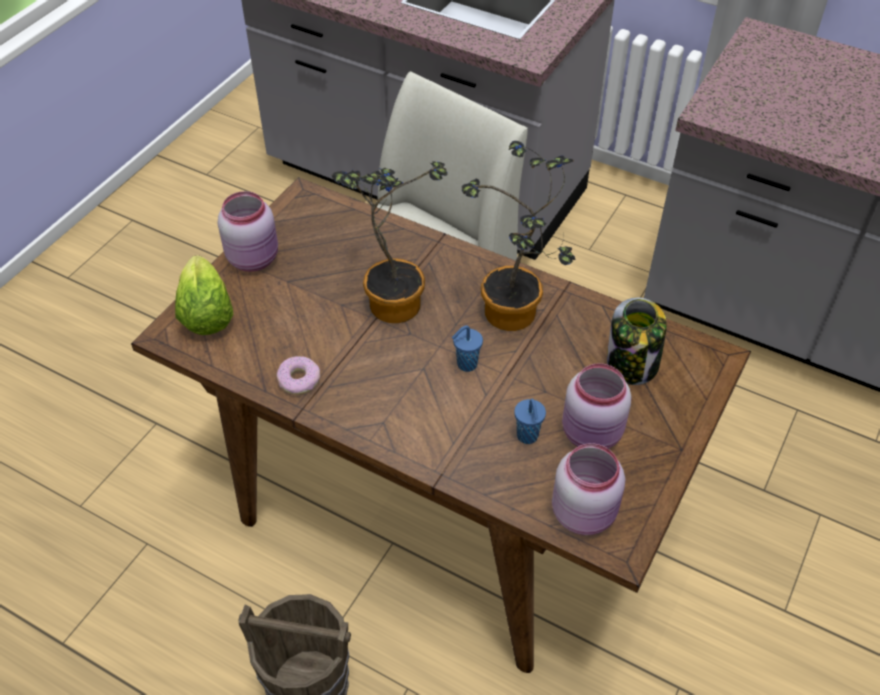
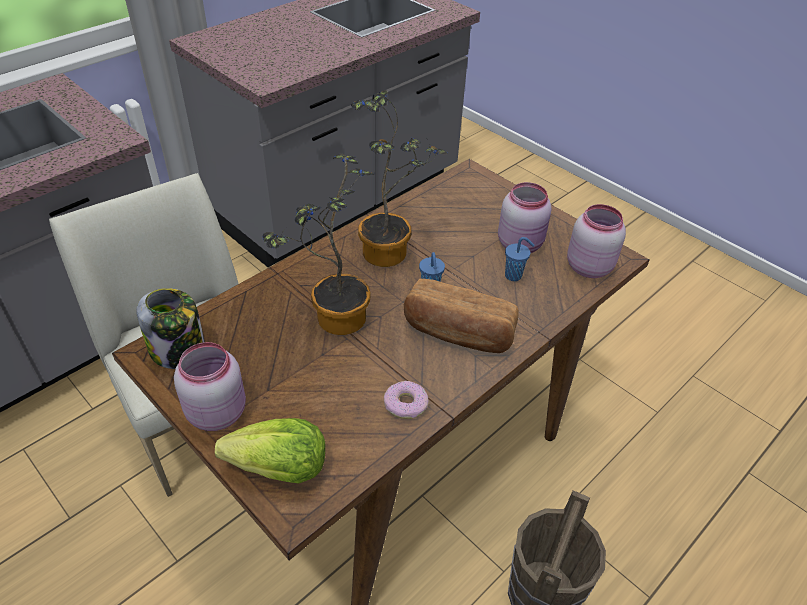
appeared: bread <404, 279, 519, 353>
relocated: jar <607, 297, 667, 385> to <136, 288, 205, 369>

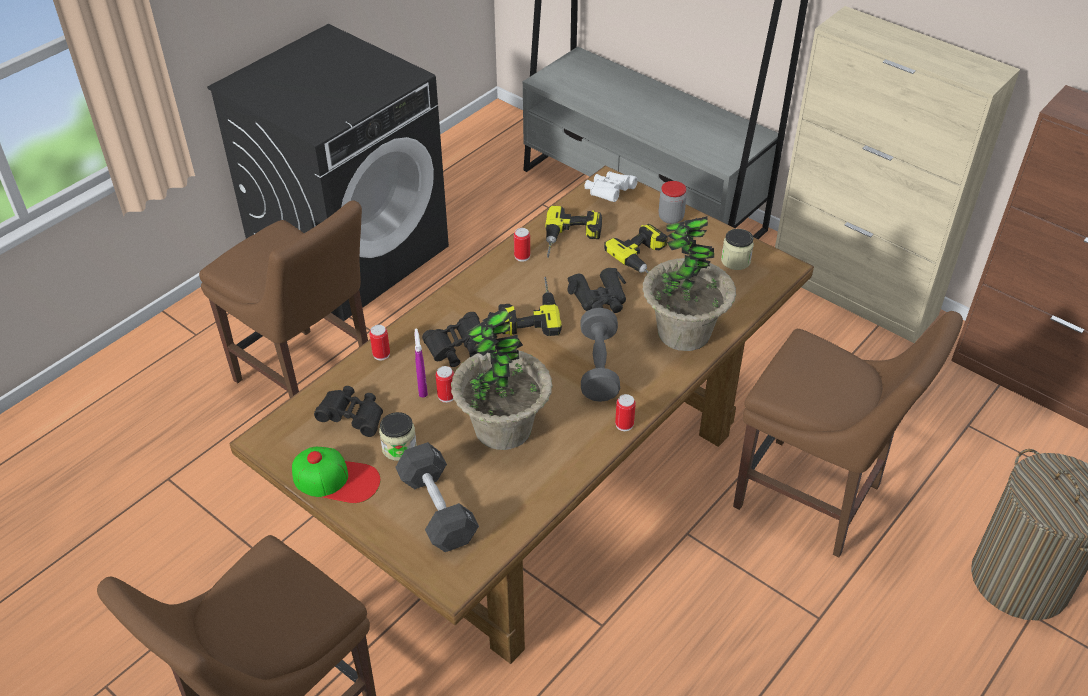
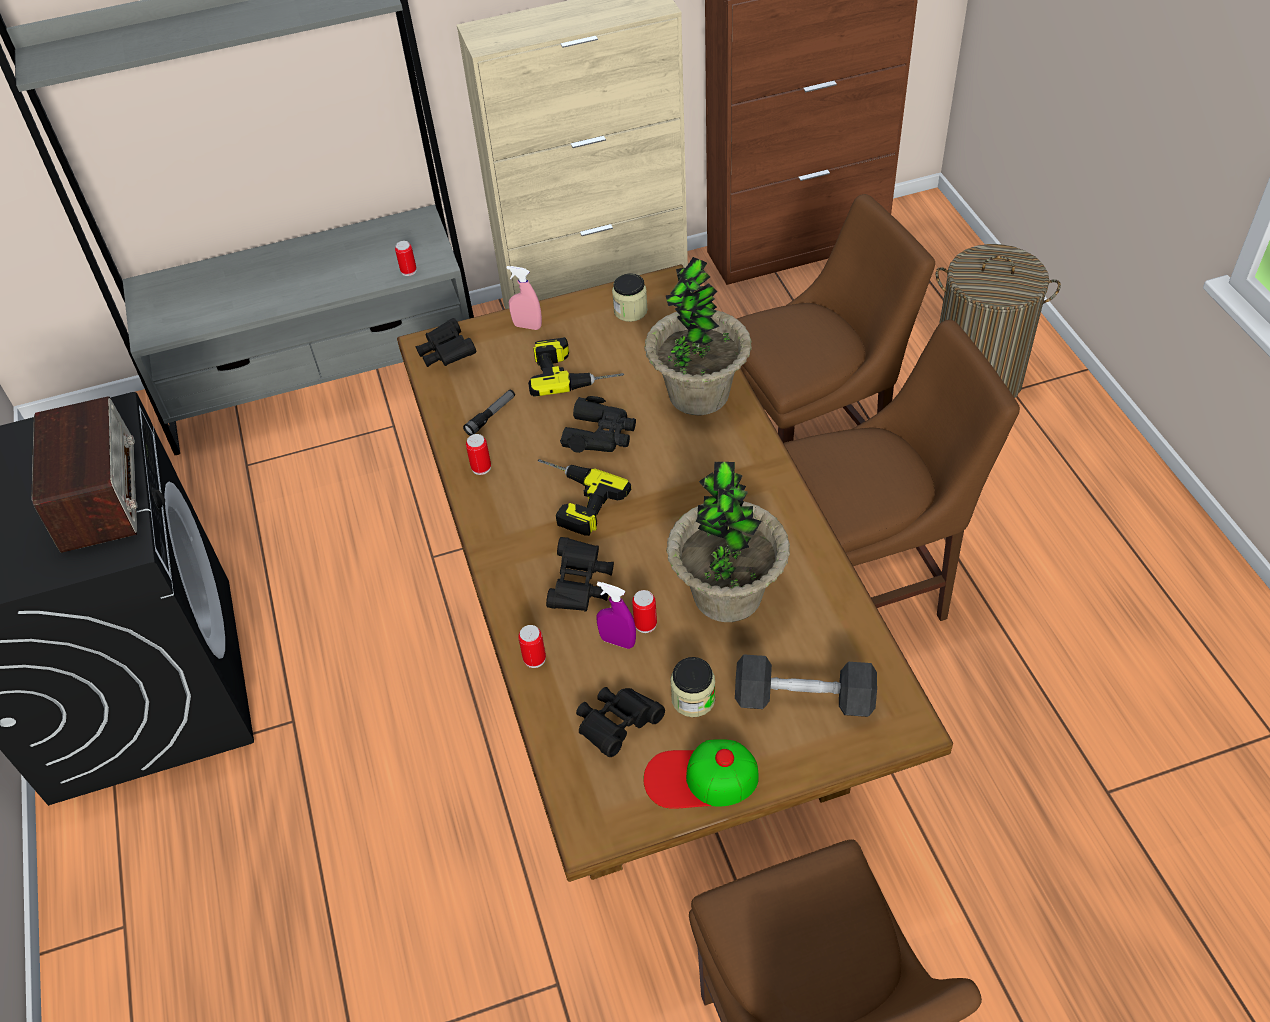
missing: dumbbell in grey <580, 308, 620, 402>
appeared: radio <32, 396, 138, 553>
relocated: chair in brown <199, 200, 368, 398> to <784, 320, 1020, 621>; can <615, 394, 636, 431> to <395, 241, 417, 276>
exchanged: jar <659, 181, 687, 224> to spray bottle in pink <507, 266, 542, 330>; power drill <546, 206, 602, 258> to flashlight <463, 390, 515, 436>
colour: binoculars in white <584, 171, 638, 202> to binoculars in black <416, 318, 476, 367>
spun: cap <292, 447, 380, 503> = <643, 739, 759, 809> 135 degrees counterclockwise

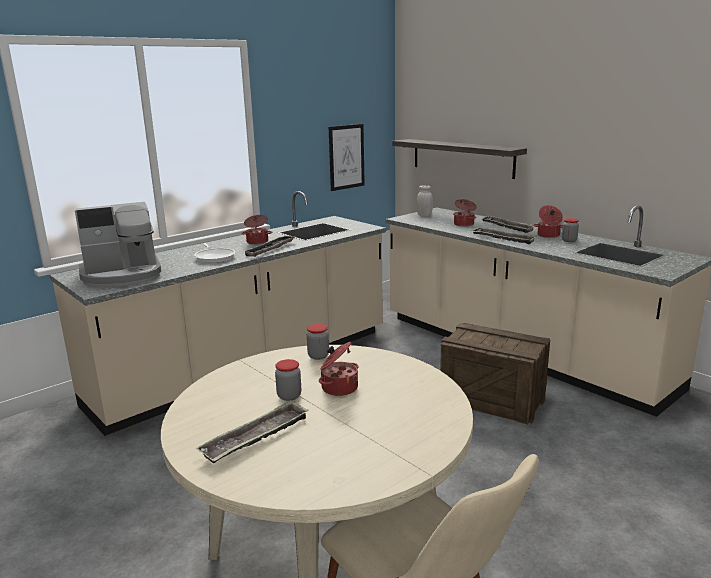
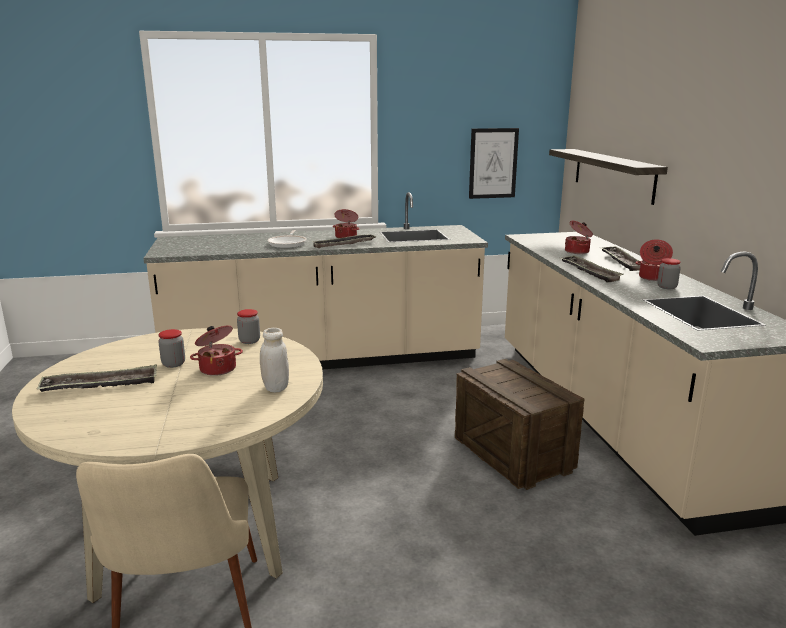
missing: coffee machine <75, 202, 161, 287>
relocated: jar in white <417, 185, 433, 217> to <260, 328, 289, 392>

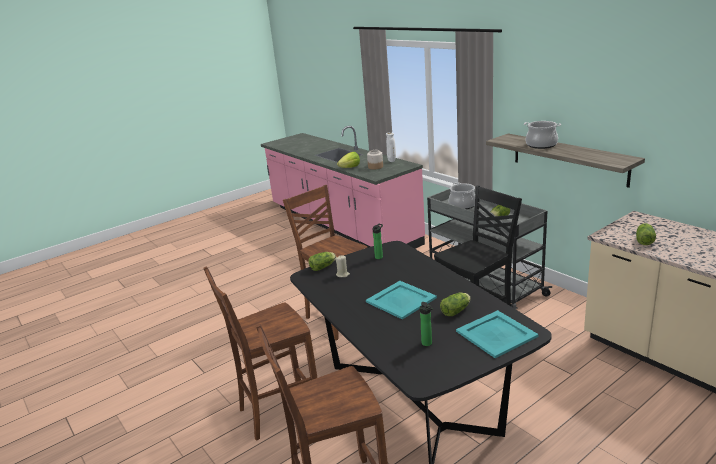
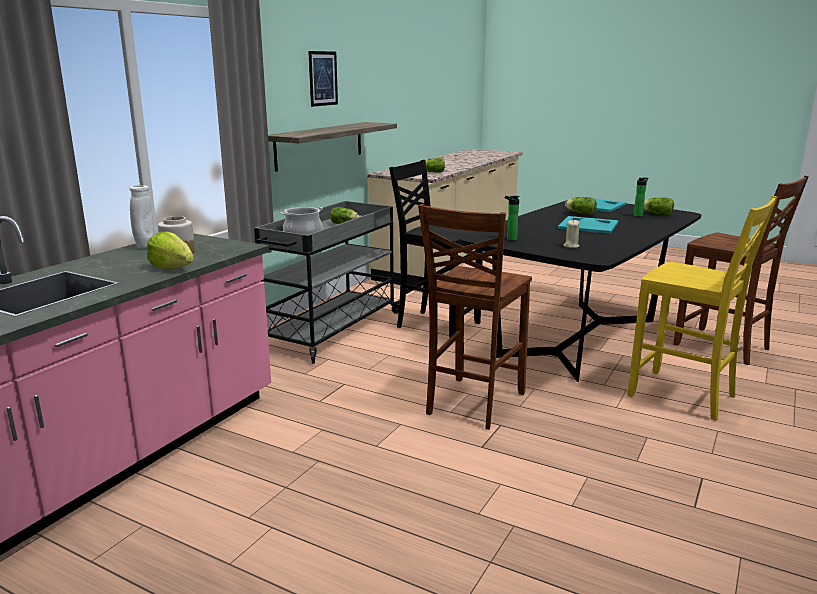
missing: cooking pot <524, 121, 561, 149>
appeared: picture <308, 51, 338, 107>
relocated: lettuce <308, 252, 336, 271> to <644, 198, 674, 216>
colour: chair in brown <204, 266, 317, 441> to chair in yellow <627, 196, 777, 421>

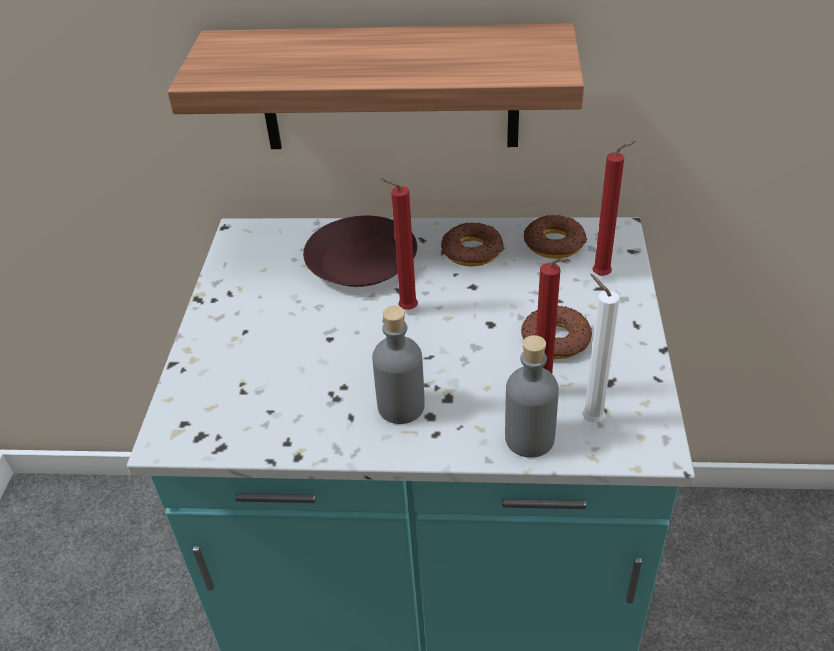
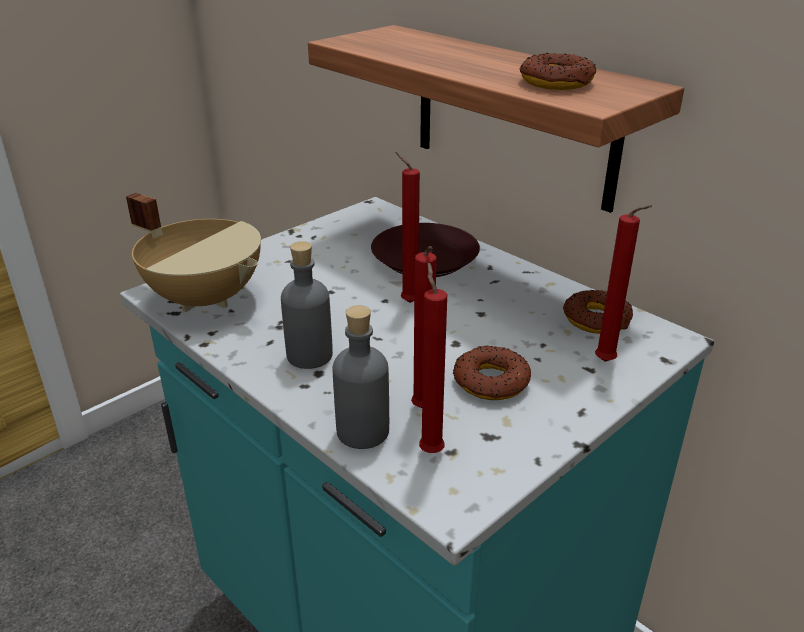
appeared: cooking pot in beige <126, 193, 261, 312>
relocated: donut <441, 222, 504, 267> to <519, 53, 596, 90>
colour: candle in white <582, 274, 620, 423> to candle in red <419, 262, 447, 453>

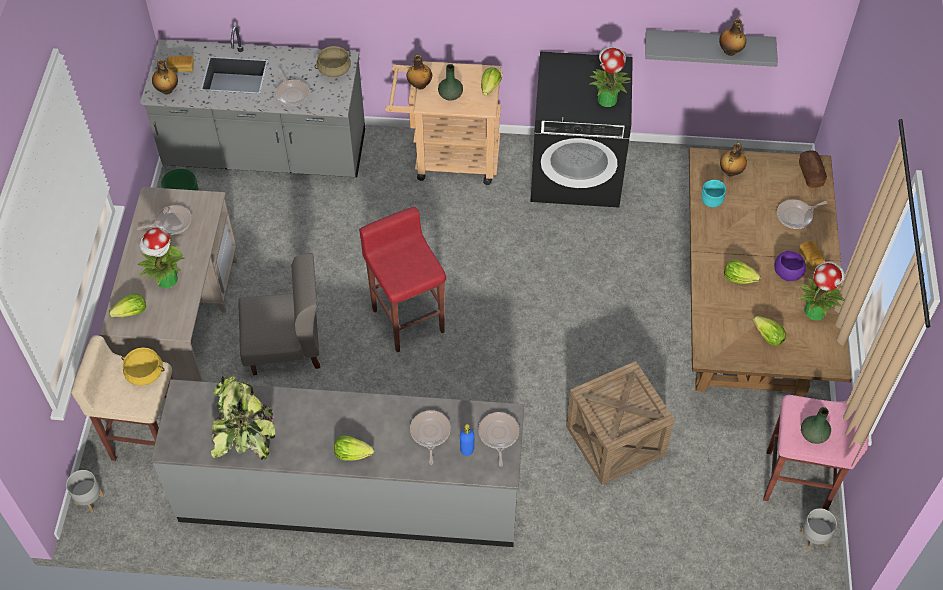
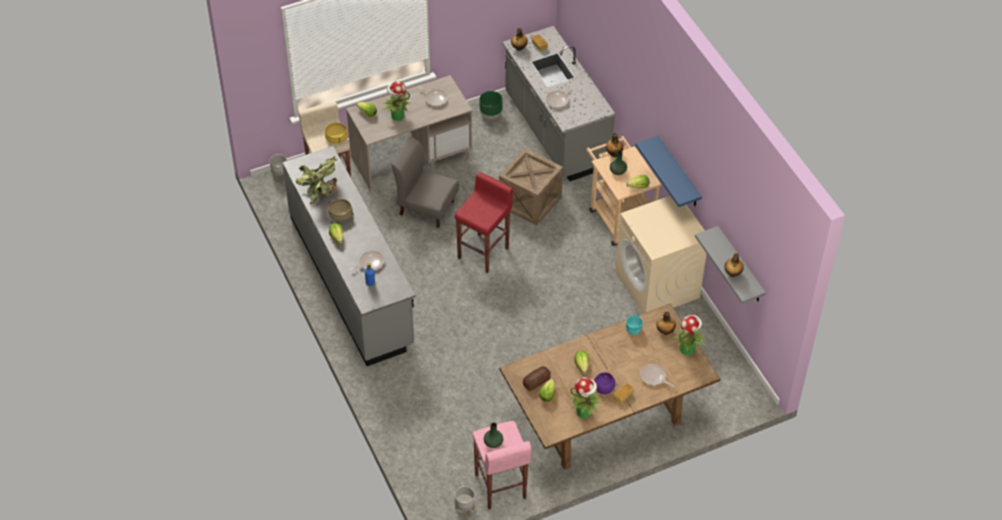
missing: frying pan <478, 412, 519, 466>
appeared: shelf in blue <635, 136, 702, 207>
relocated: cooking pot in beige <315, 46, 351, 77> to <328, 199, 353, 221>; potted plant <590, 47, 631, 107> to <674, 315, 706, 355>; bread <799, 150, 827, 188> to <523, 366, 551, 391>; crate <566, 361, 675, 485> to <499, 148, 563, 226>
colour: washing machine in black <531, 51, 633, 208> to washing machine in beige <615, 196, 707, 314>
spun: chair in grey <238, 253, 320, 375> = <391, 137, 459, 228> 150 degrees clockwise

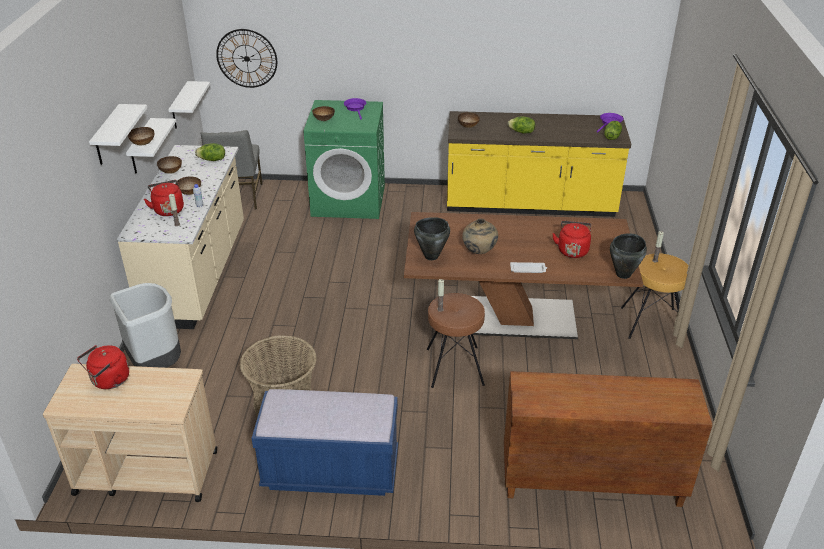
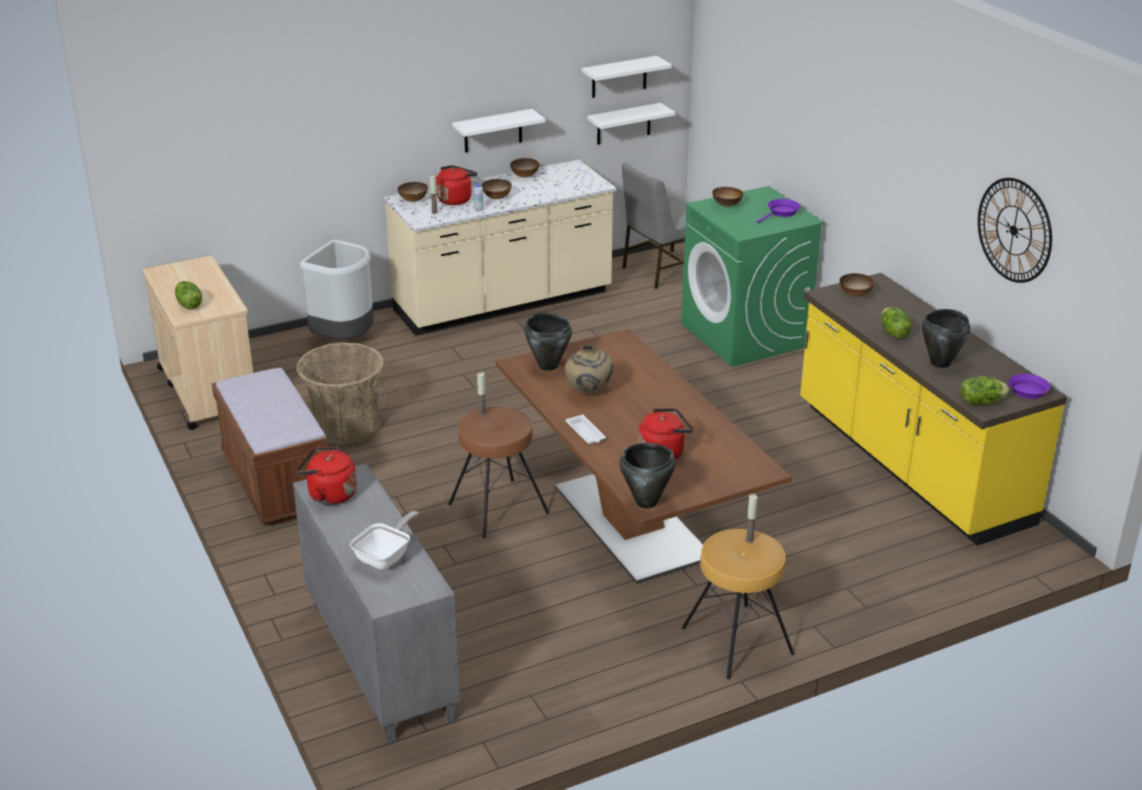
appeared: cooking pot in black <922, 309, 970, 368>; frying pan <350, 511, 419, 570>
relocated: wall clock <216, 29, 277, 88> to <978, 178, 1052, 283>; shelf in white <89, 104, 147, 165> to <582, 56, 672, 98>; bowl <127, 127, 154, 145> to <397, 182, 428, 202>; lettuce <195, 143, 225, 161> to <175, 281, 202, 309>; kettle in red <77, 345, 129, 389> to <296, 446, 357, 505>
colour: cabinet in brown <504, 371, 712, 507> to cabinet in grey <293, 464, 460, 744>; bench in blue <251, 389, 398, 496> to bench in brown <212, 368, 327, 526>

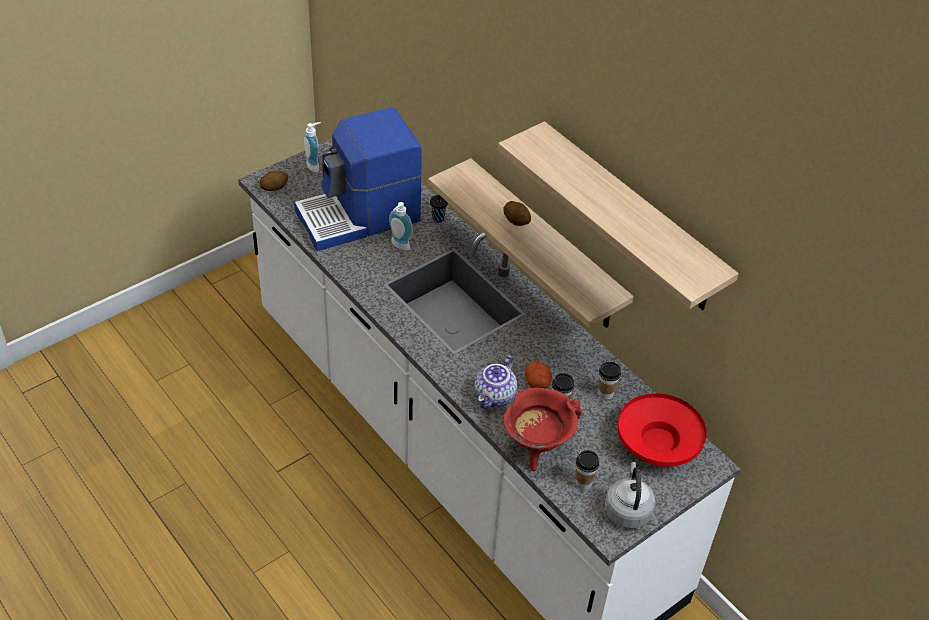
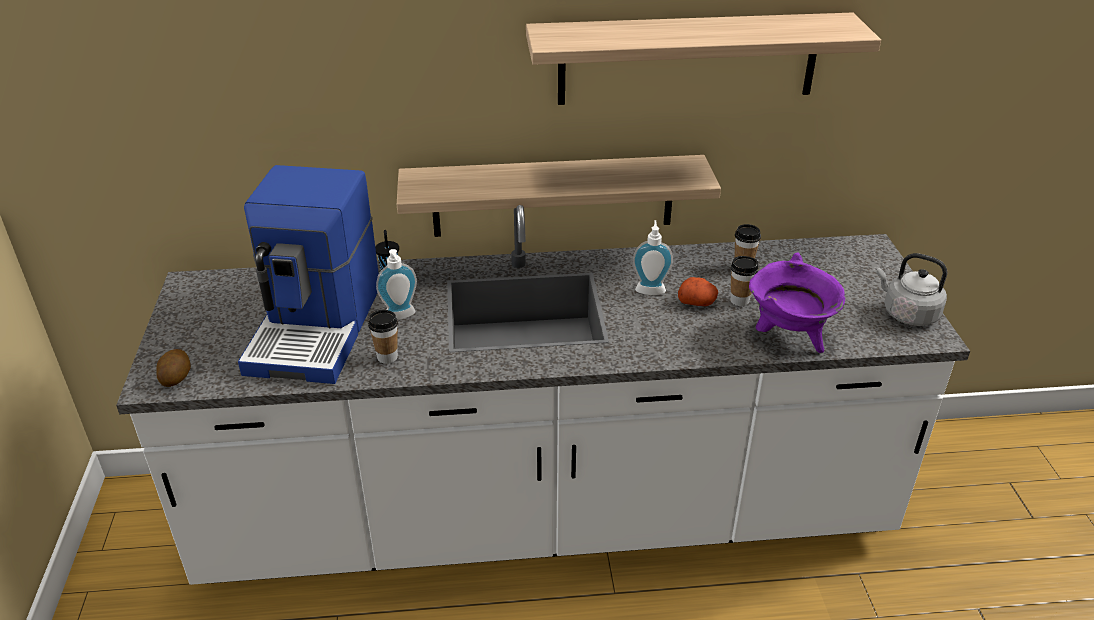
missing: potato <503, 201, 531, 226>; teapot <474, 355, 517, 408>; bowl in red <618, 393, 706, 467>
relocated: soap dispenser <304, 122, 321, 172> to <633, 220, 673, 295>; cup <576, 450, 599, 490> to <368, 310, 398, 364>
colour: cooking pot in red <504, 388, 582, 471> to cooking pot in purple <749, 253, 845, 353>

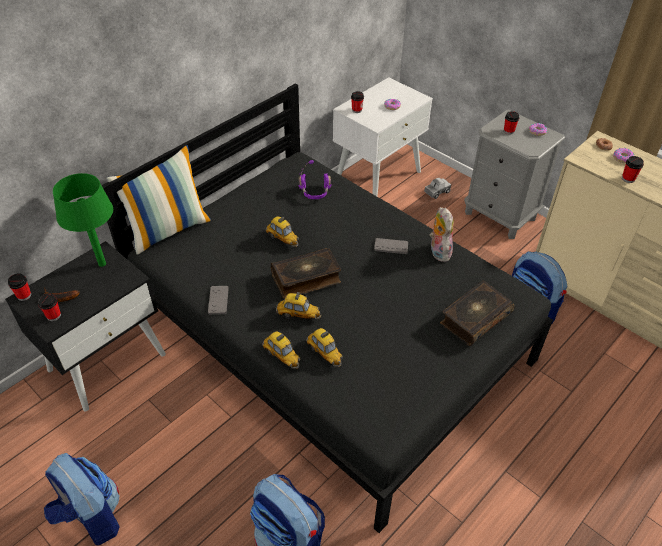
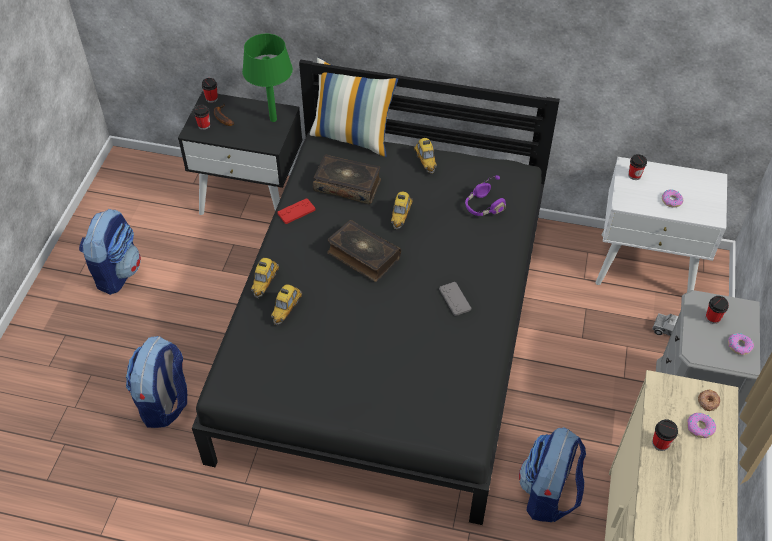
missing: plush toy <430, 207, 454, 262>
relocated: book <440, 281, 514, 346> to <313, 155, 381, 204>; toy car <276, 292, 321, 319> to <414, 138, 437, 174>
colour: game controller in grey <208, 286, 229, 315> to game controller in red <277, 198, 316, 224>

